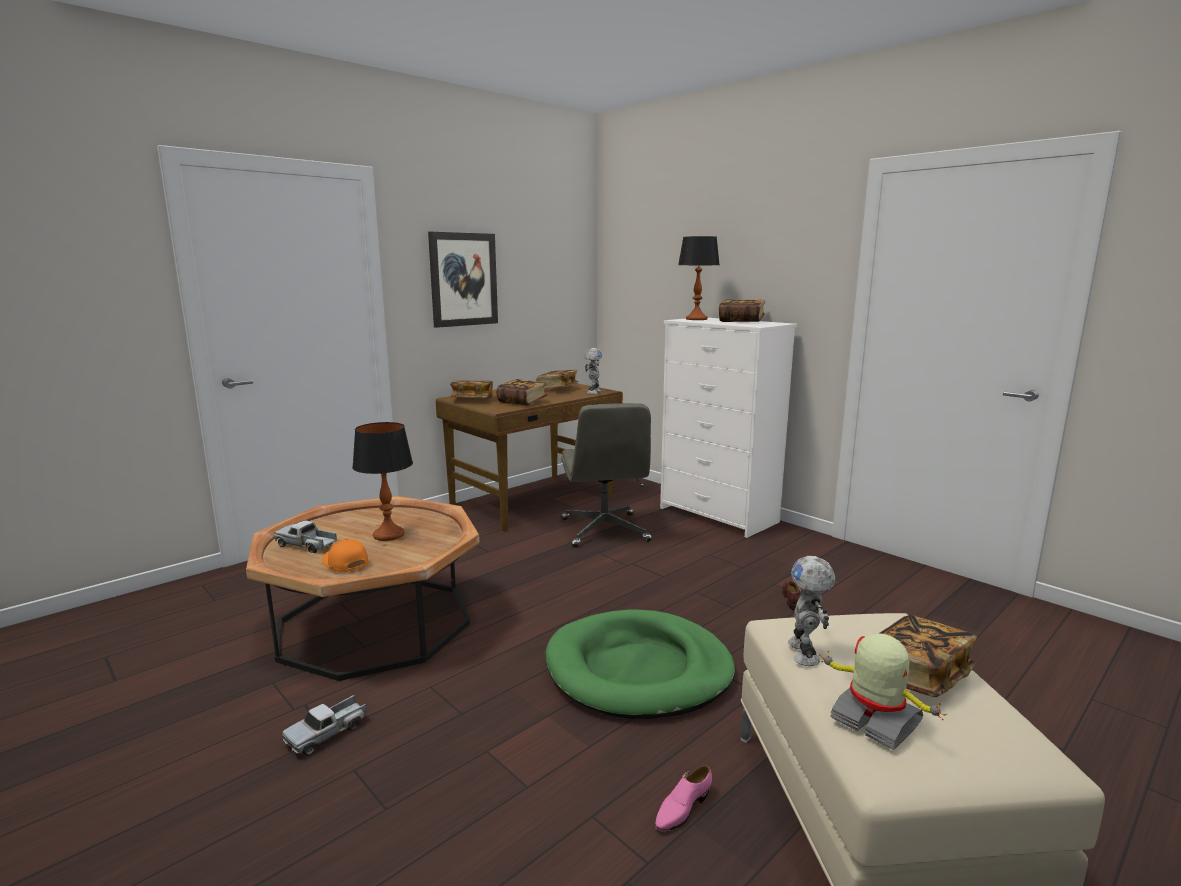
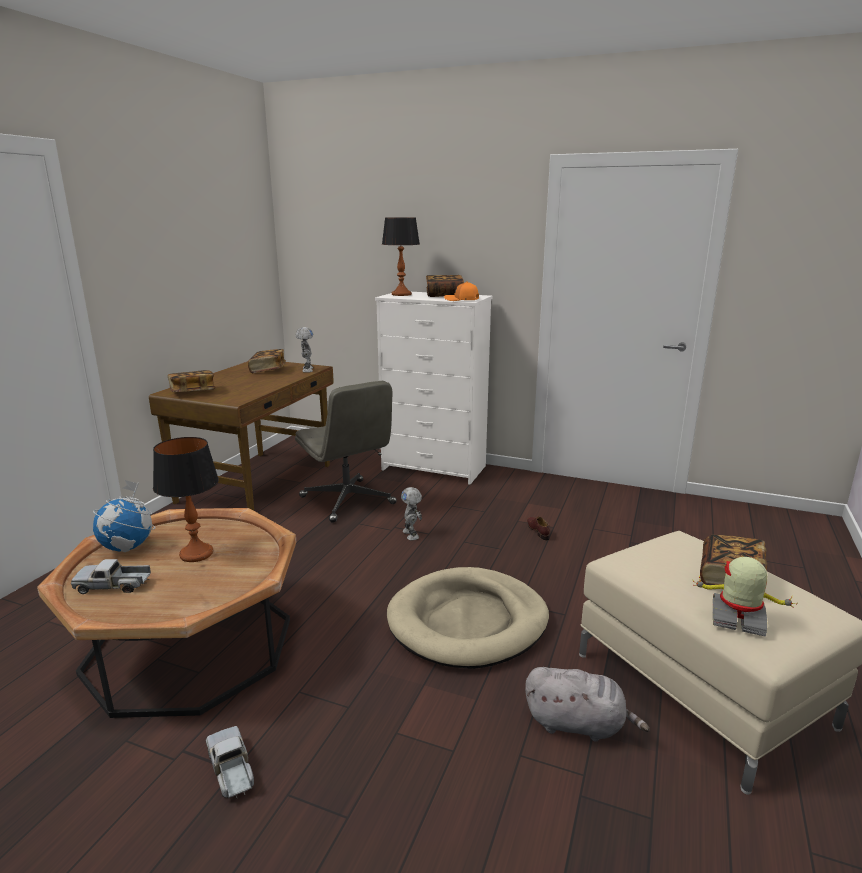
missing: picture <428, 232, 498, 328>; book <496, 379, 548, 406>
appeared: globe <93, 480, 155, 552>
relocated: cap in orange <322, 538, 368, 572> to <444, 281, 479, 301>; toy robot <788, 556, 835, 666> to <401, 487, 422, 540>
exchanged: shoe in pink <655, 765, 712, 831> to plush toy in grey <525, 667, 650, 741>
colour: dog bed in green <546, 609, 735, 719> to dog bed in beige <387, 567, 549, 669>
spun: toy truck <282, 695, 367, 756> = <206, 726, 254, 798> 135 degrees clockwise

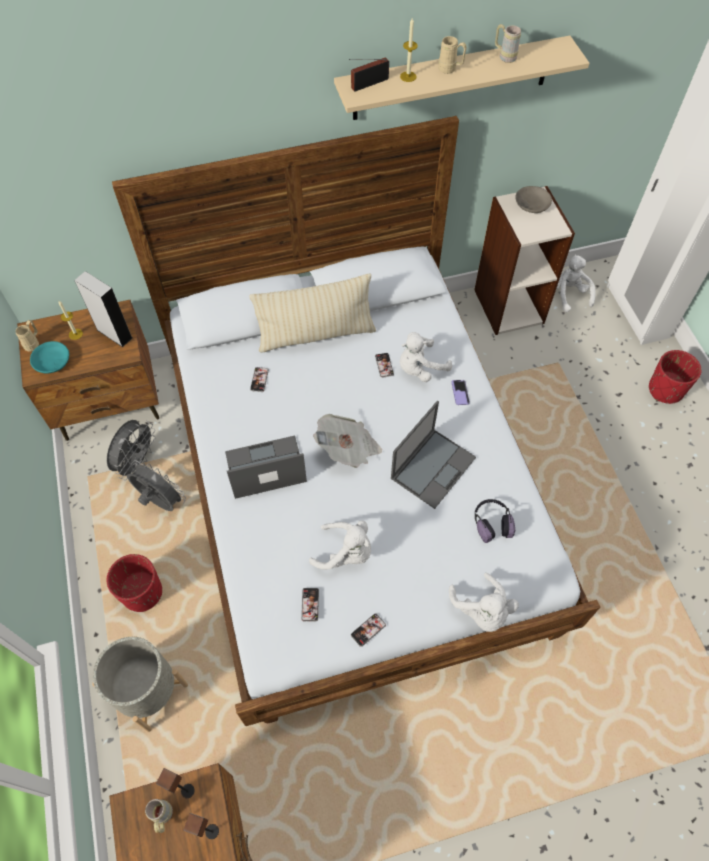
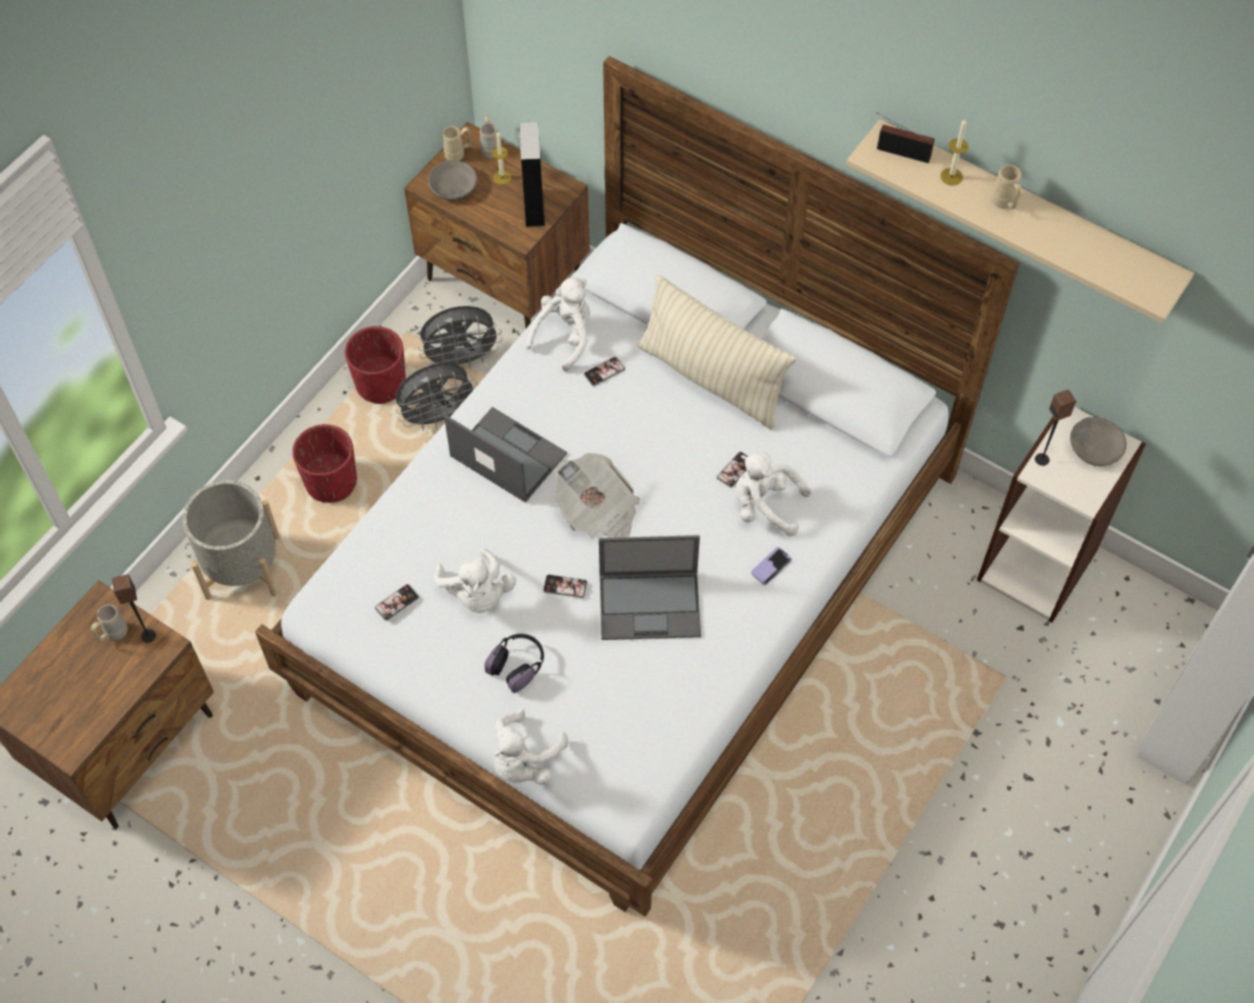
relocated: mug in beige <495, 24, 521, 63> to <480, 116, 498, 158>; plush toy in white <556, 254, 596, 313> to <525, 278, 590, 371>; planter in red <649, 350, 702, 404> to <345, 326, 406, 404>; headphones <475, 499, 515, 543> to <484, 634, 544, 693>; phone <351, 613, 386, 647> to <543, 575, 587, 598>; speaker <183, 813, 219, 839> to <1035, 389, 1076, 466>
colour: bowl in turquoise <30, 341, 69, 373> to bowl in grey <428, 160, 477, 200>
spun: fan in grey <127, 460, 186, 511> = <396, 363, 478, 431> 75 degrees clockwise

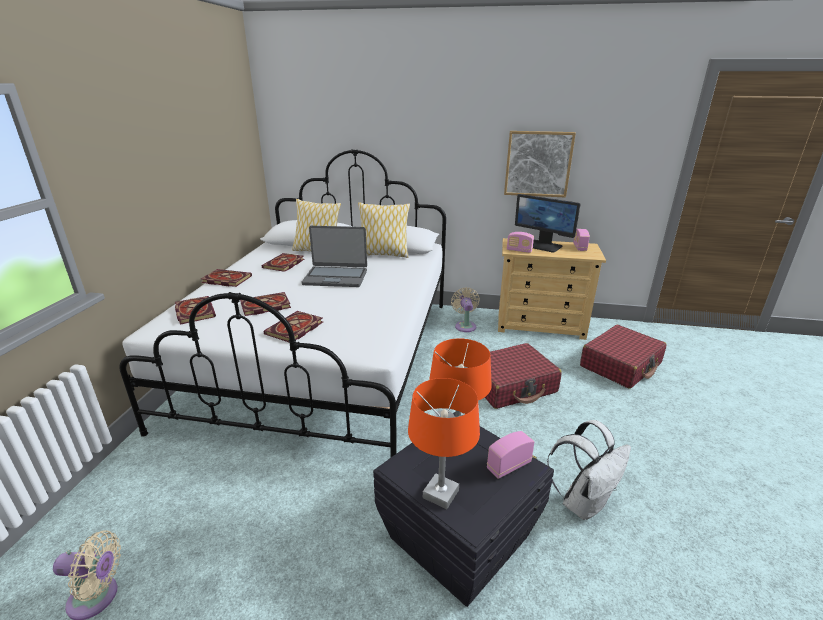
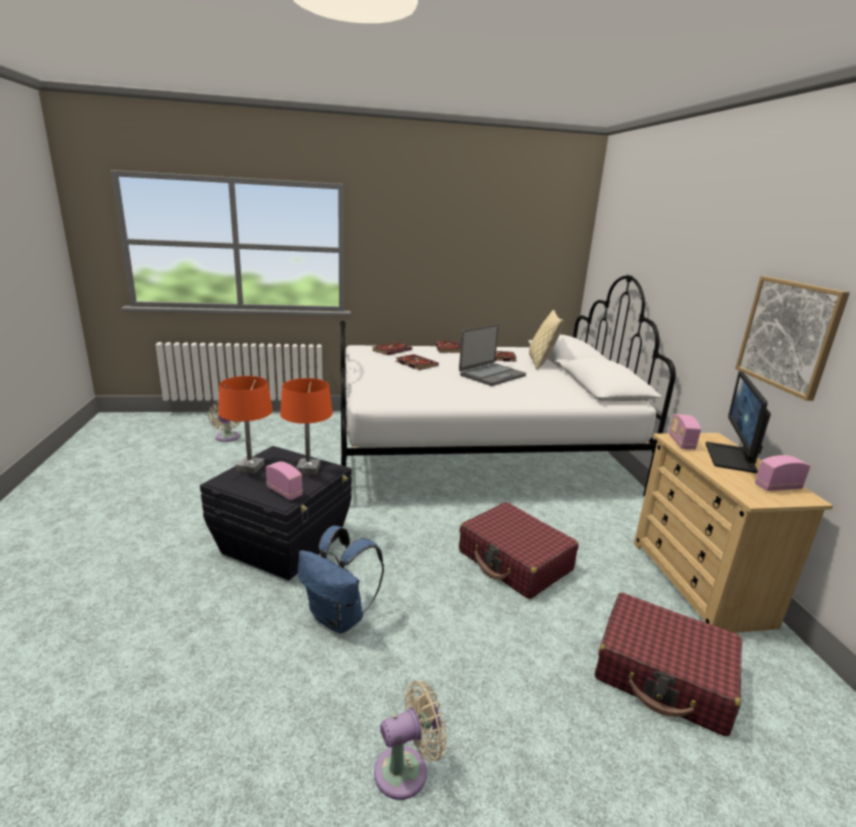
missing: pillow <358, 202, 410, 258>; book <263, 311, 323, 342>
relocated: fan in beige <451, 287, 480, 332> to <374, 681, 447, 800>
colour: backpack in white <547, 420, 631, 520> to backpack in blue <298, 526, 384, 634>
spun: laptop <302, 226, 367, 287> = <459, 324, 526, 386> 120 degrees counterclockwise

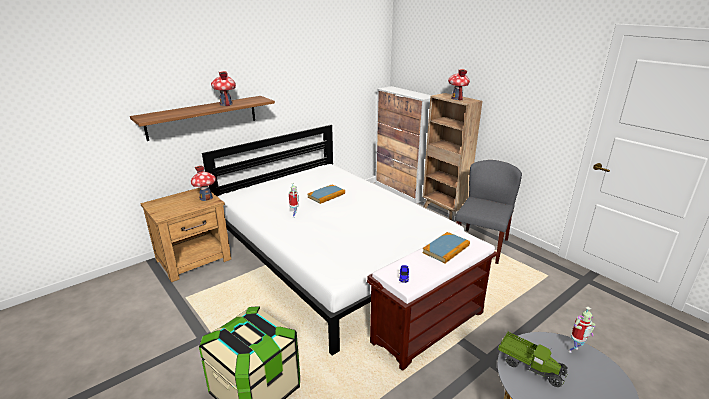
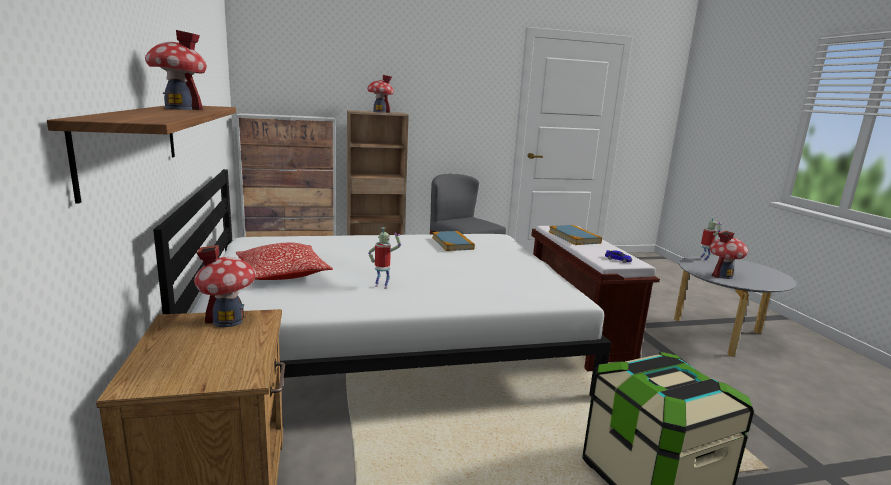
appeared: pillow <236, 243, 333, 280>
relocated: book <307, 185, 345, 204> to <432, 231, 475, 251>
exchanged: toy truck <498, 332, 568, 387> to toy house <709, 230, 748, 279>

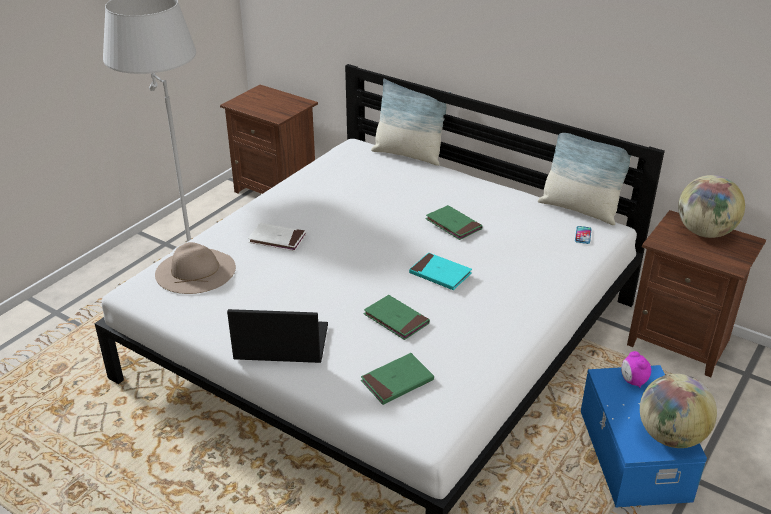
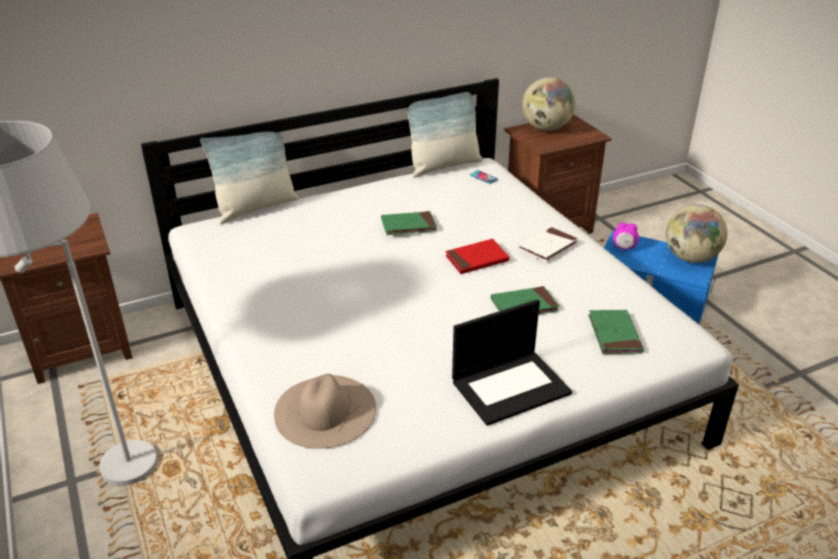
relocated: book in white <248, 223, 306, 251> to <519, 227, 579, 262>
colour: book in turquoise <409, 253, 472, 290> to book in red <445, 239, 509, 274>
spun: laptop <227, 309, 328, 363> = <452, 299, 572, 426> 150 degrees counterclockwise

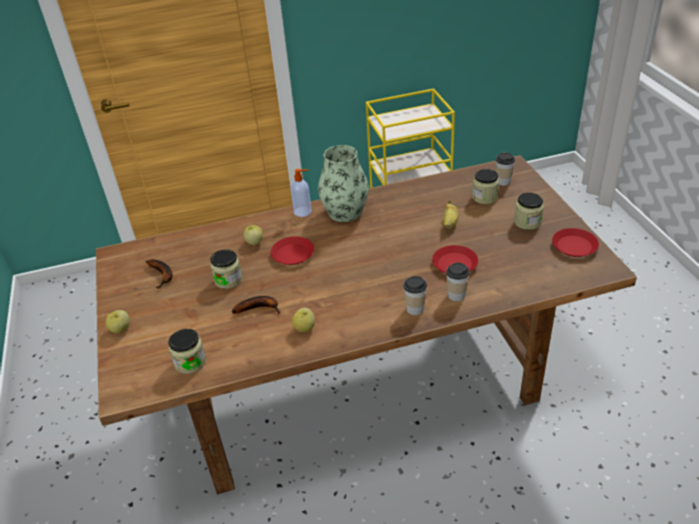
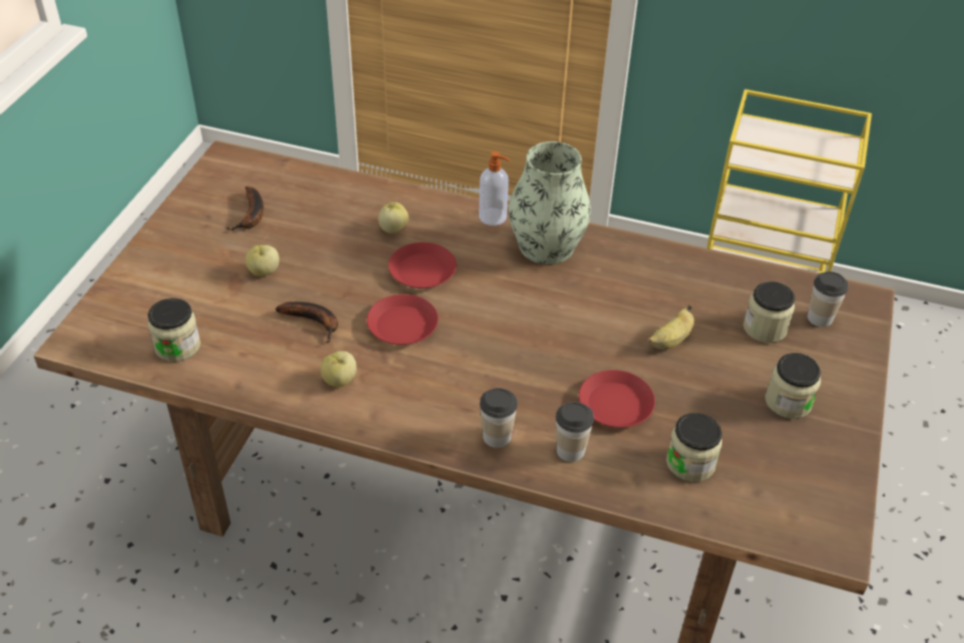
relocated: plate in red <552, 228, 599, 257> to <367, 294, 438, 345>; jar <210, 249, 242, 289> to <666, 413, 722, 482>; apple <105, 310, 130, 333> to <245, 245, 279, 276>

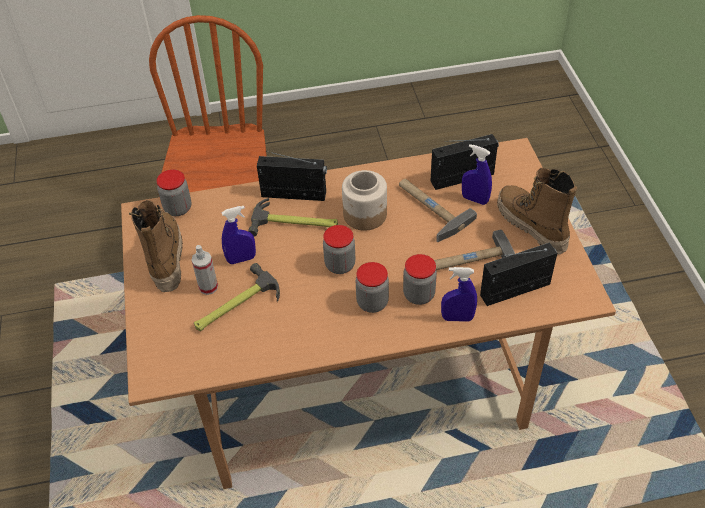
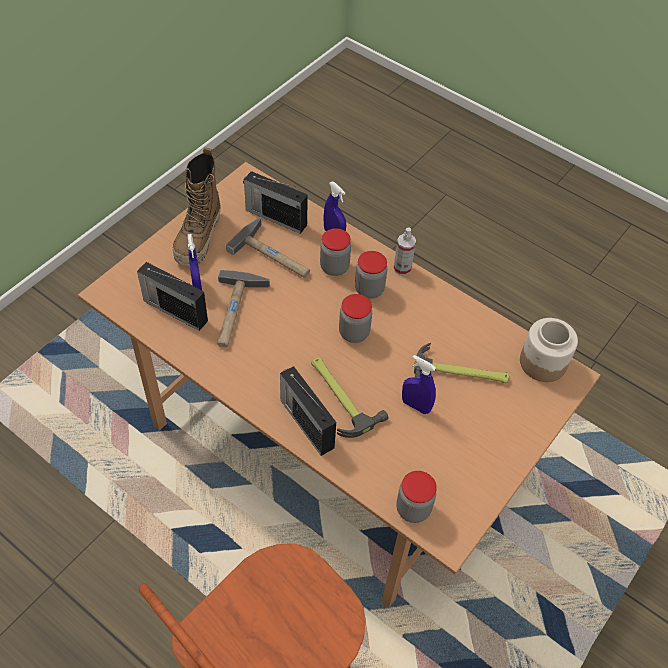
missing: boot <129, 200, 183, 292>
relocated: jar <342, 170, 387, 231> to <520, 318, 578, 382>; spray bottle <191, 245, 218, 295> to <393, 227, 416, 275>

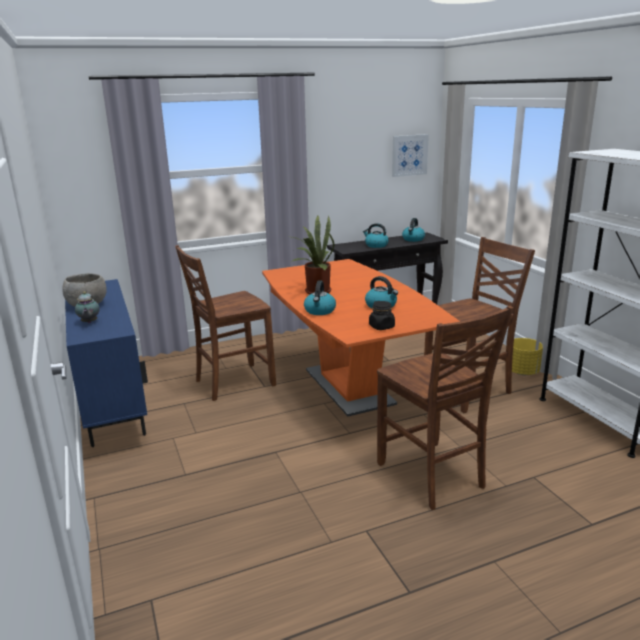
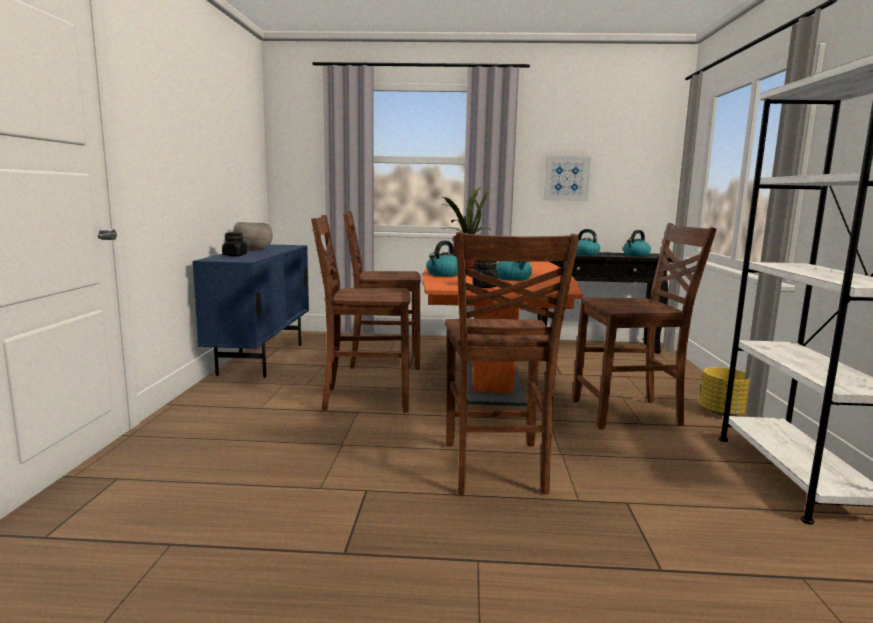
appeared: chair in brown <311, 215, 411, 413>
relocated: picture <392, 134, 429, 177> to <544, 156, 591, 201>
exchanged: teapot <75, 291, 100, 323> to jar in black <222, 232, 247, 256>

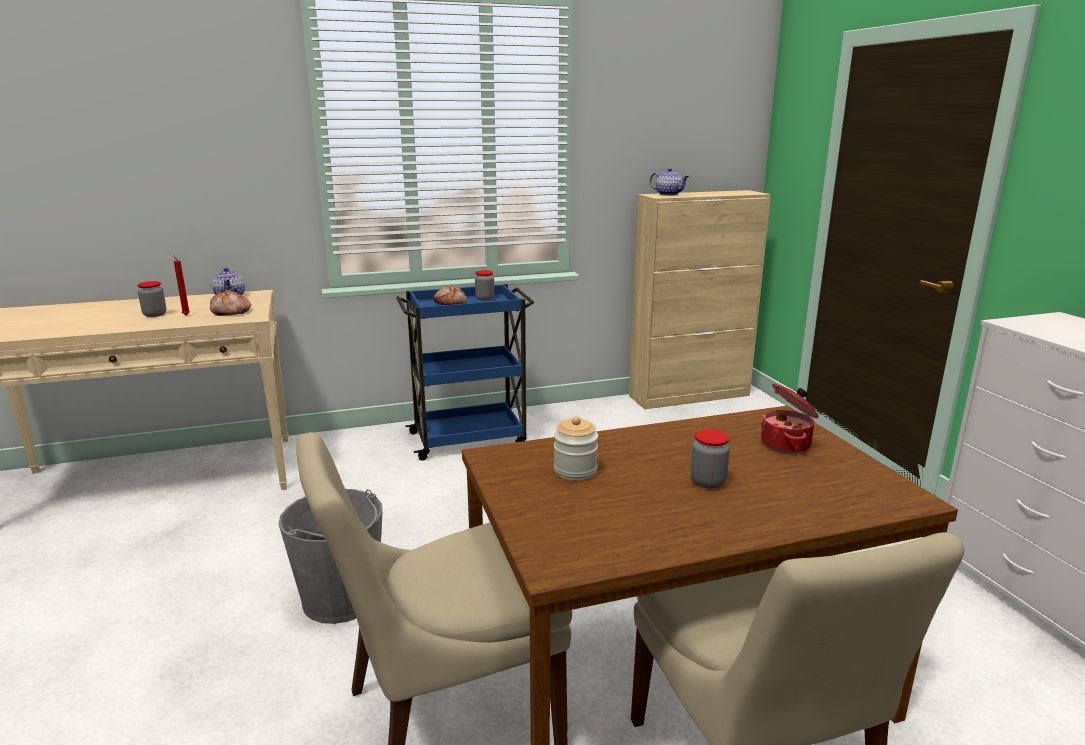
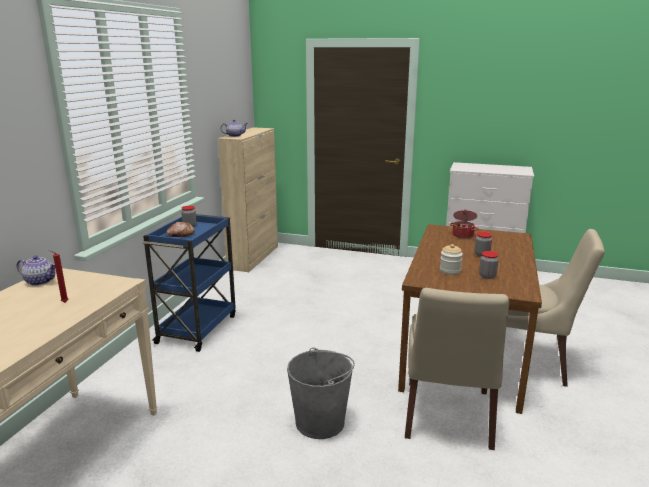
missing: bread <210, 290, 251, 316>
relocated: jar <137, 281, 166, 317> to <479, 251, 499, 279>

